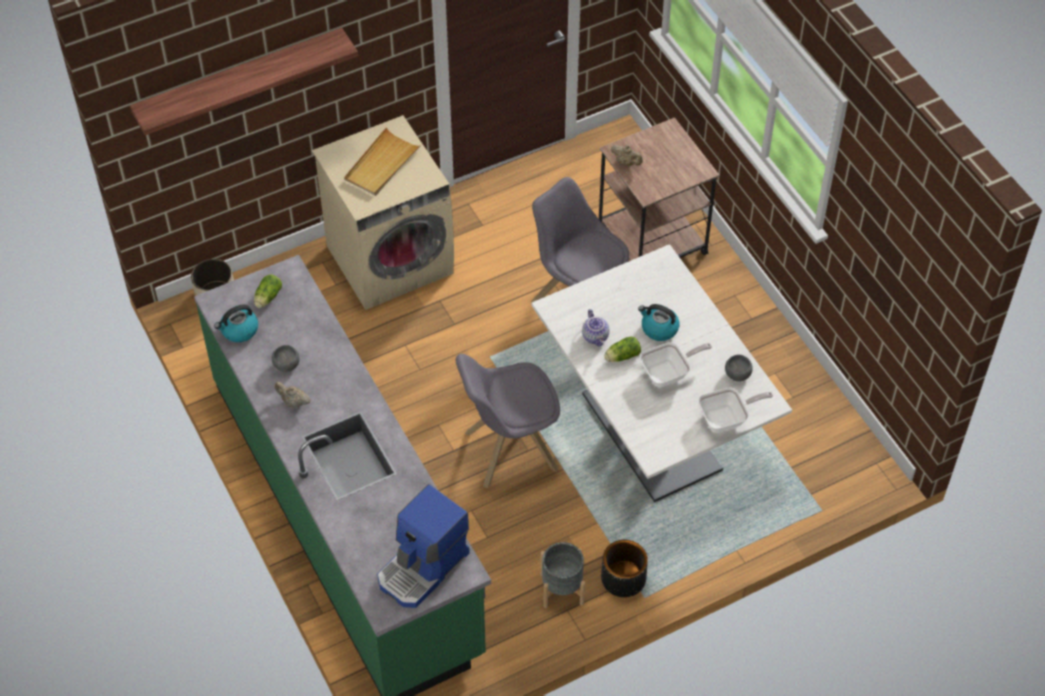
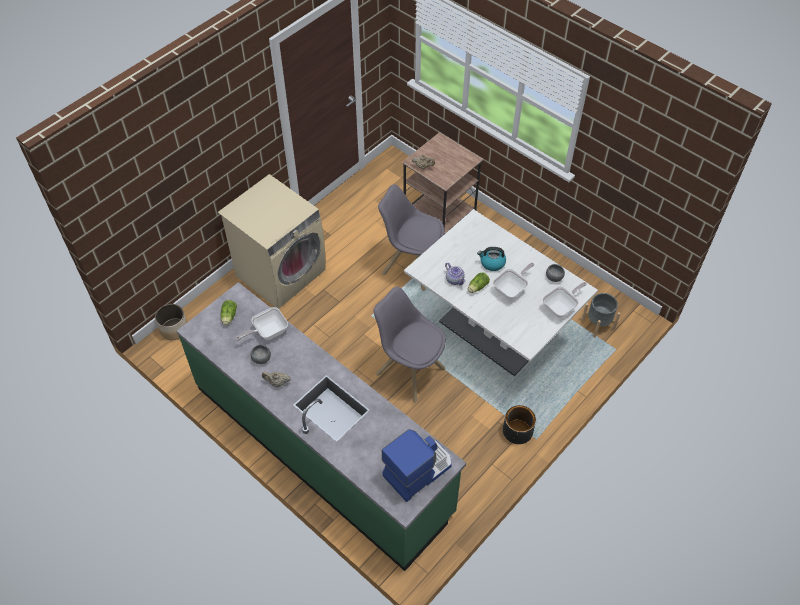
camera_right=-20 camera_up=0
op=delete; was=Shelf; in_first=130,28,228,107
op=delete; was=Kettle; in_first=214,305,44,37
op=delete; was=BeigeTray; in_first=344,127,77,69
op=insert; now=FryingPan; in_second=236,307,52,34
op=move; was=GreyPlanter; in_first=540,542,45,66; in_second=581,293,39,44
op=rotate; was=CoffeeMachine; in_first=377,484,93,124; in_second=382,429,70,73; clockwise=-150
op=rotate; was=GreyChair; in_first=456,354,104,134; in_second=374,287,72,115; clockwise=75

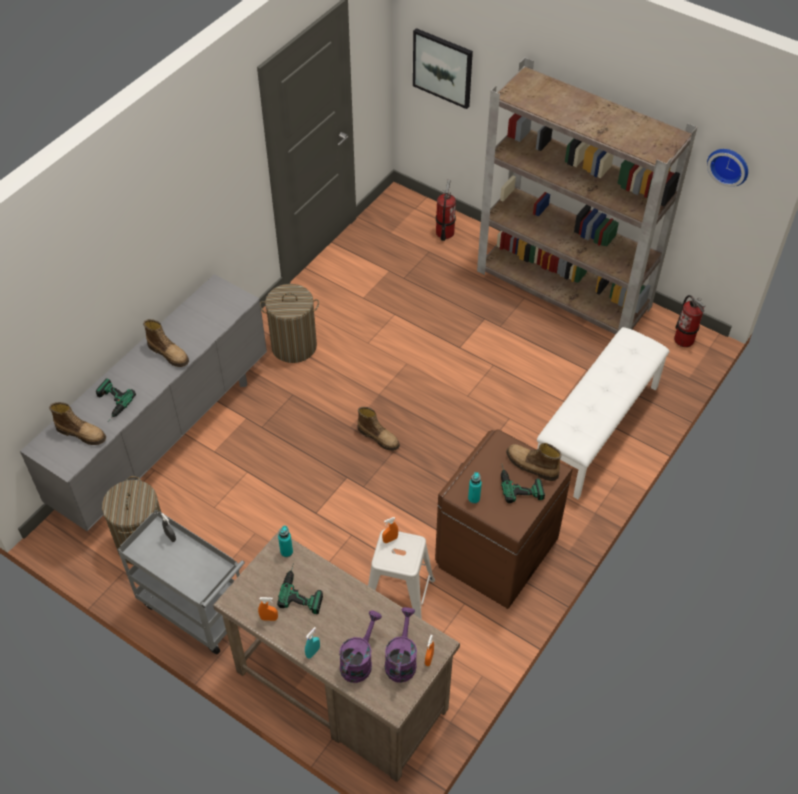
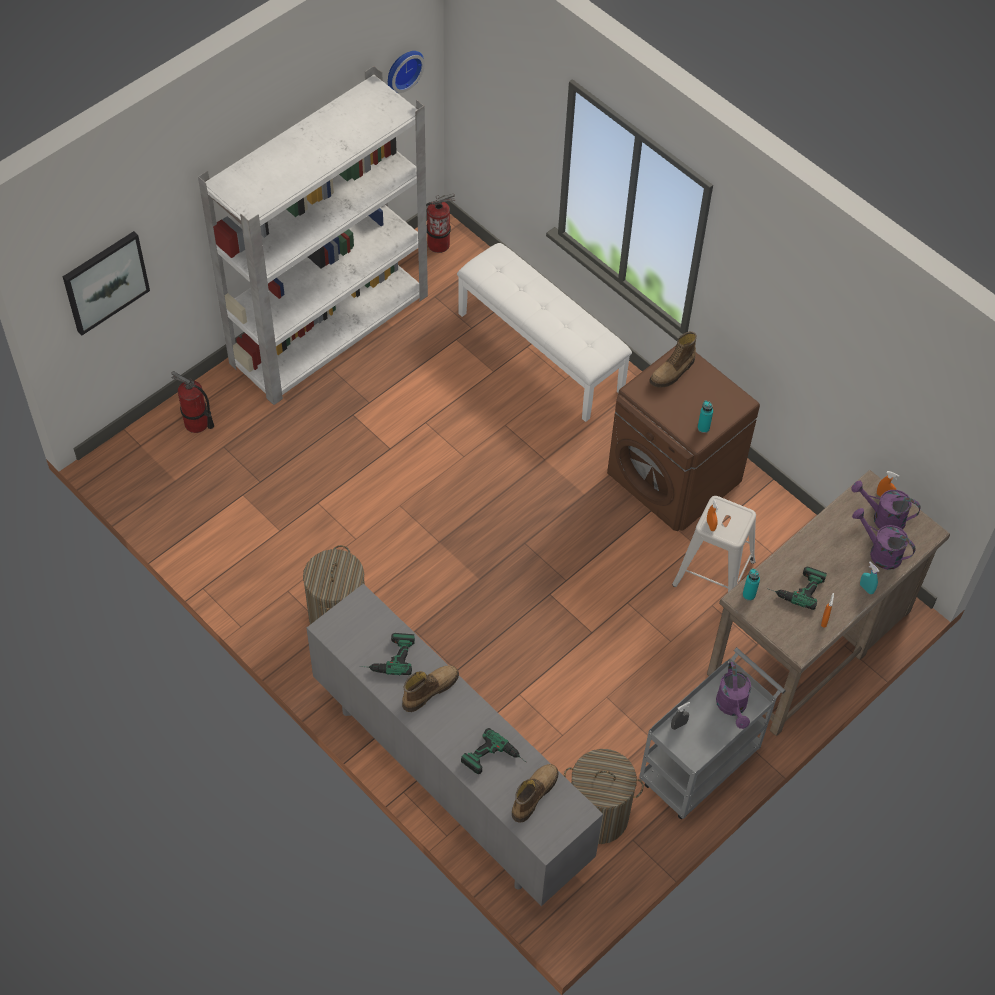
camera_right=-80 camera_up=5
op=delete; was=Boot; in_first=358,407,42,44
op=insert; now=PurpleWateringCan; in_second=716,662,35,67
op=move; was=PowerDrill; in_first=501,465,44,38; in_second=360,633,55,43
op=recolor; was=BrownBookcase; now=WhiteBookcase; in_first=477,58,220,277; in_second=198,66,230,339

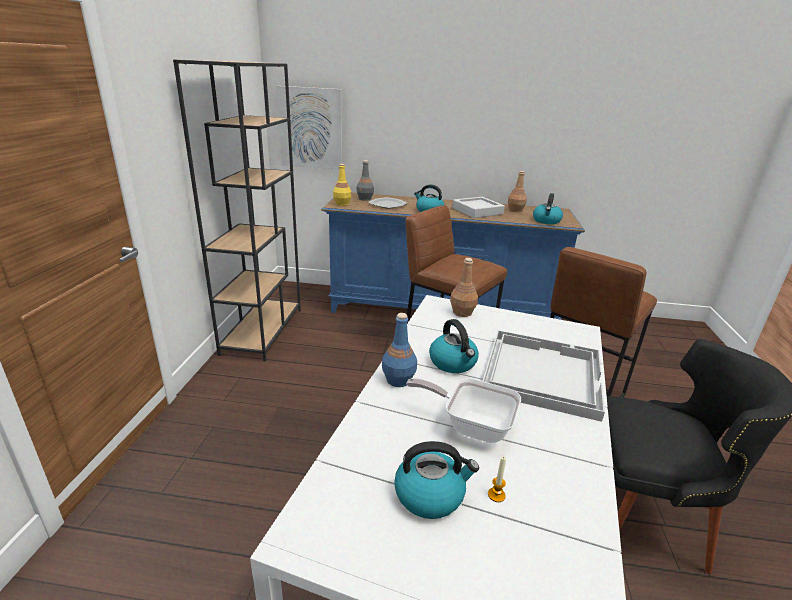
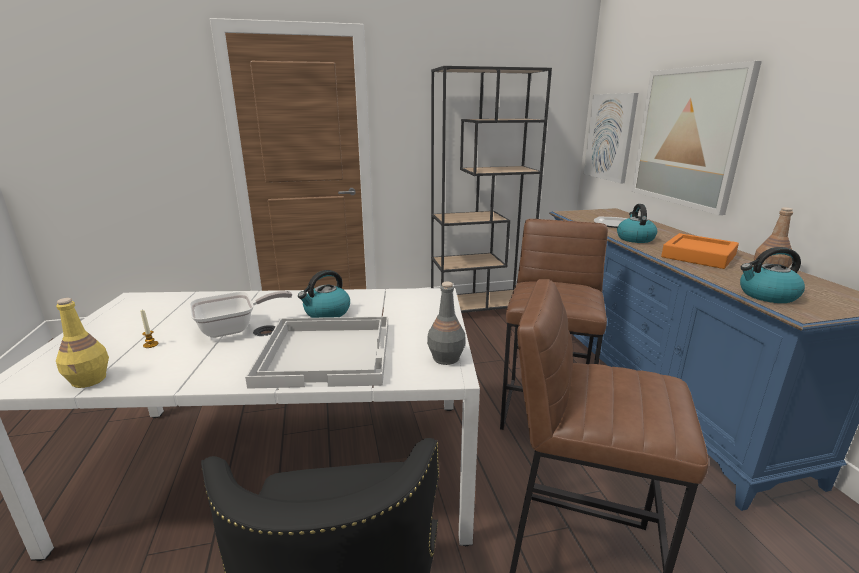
camera_right=70 camera_up=-5
op=delete; was=BlueBottle; in_first=382,313,35,74
op=delete; was=Kettle; in_first=394,441,85,78
op=delete; was=BrownBottle; in_first=450,258,28,59
op=insert; now=Picture; in_second=632,61,130,154
op=move; was=YellowBottle; in_first=333,164,19,42; in_second=56,298,53,90
op=move; was=GreyBottle; in_first=356,160,18,41; in_second=427,282,38,83
op=recolor; was=GreyTray; now=OrangeTray; in_first=452,197,53,21; in_second=661,233,78,36
op=rotate; was=FryingPan; in_first=406,378,115,65; in_second=190,291,102,47; clockwise=60

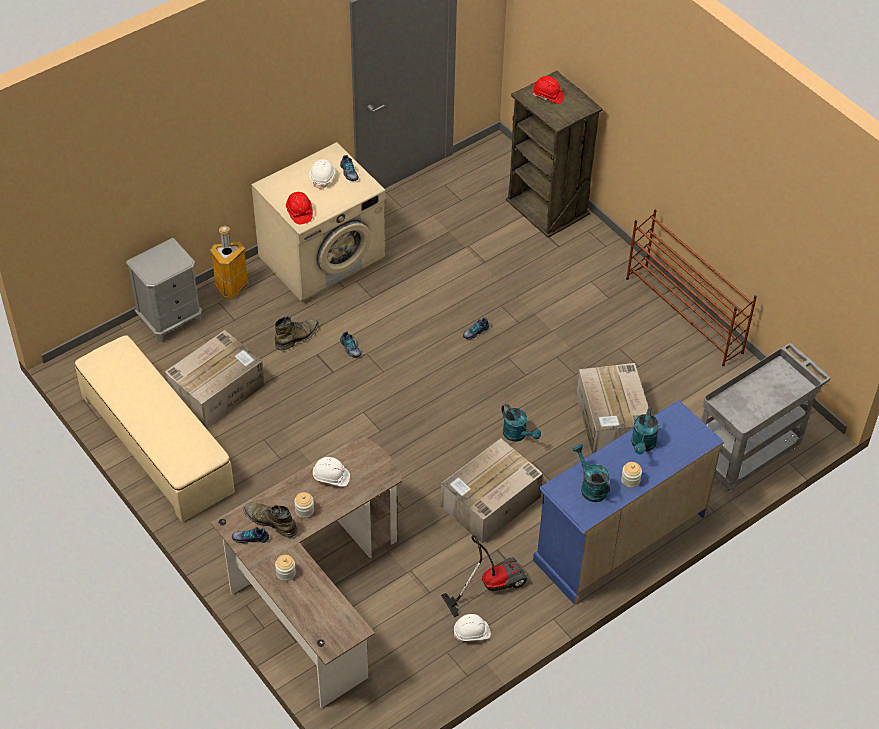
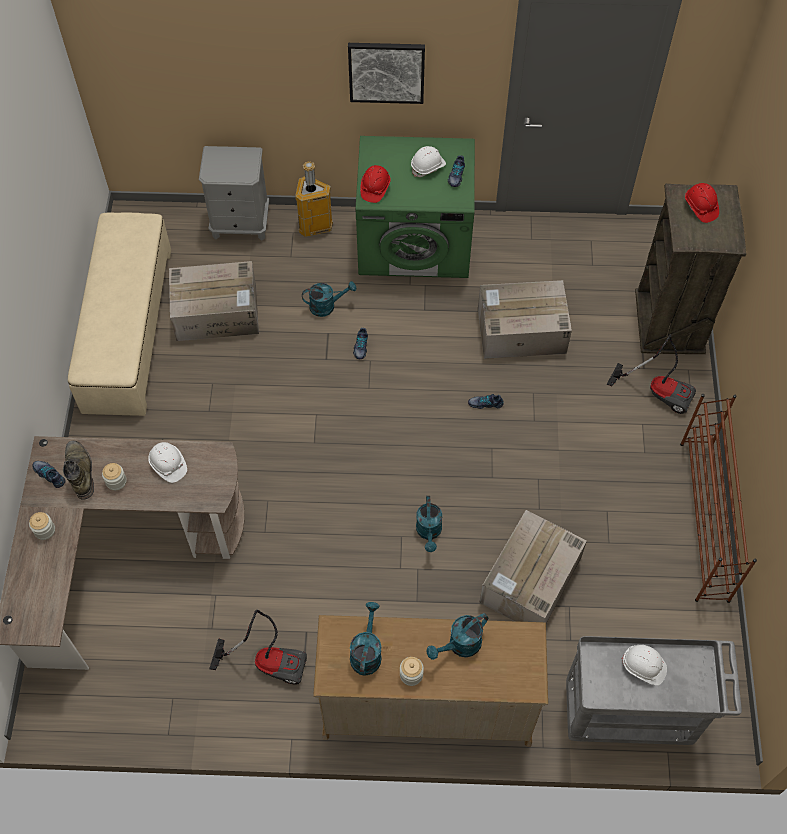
camera_right=40 camera_up=10
op=insert; now=Picture; in_second=348,43,77,61
op=insert; now=VacuumCleaner; in_second=607,334,89,80
op=move; was=CardboardBox; in_first=441,438,102,105; in_second=478,280,94,79
op=move; was=WhiteHardHat; in_first=454,614,37,27; in_second=622,645,45,40
op=replace; was=GreenBoot; now=TurquoiseWateringCan; in_first=275,316,44,34; in_second=302,281,54,36
op=recolor; was=BeigeWashingMachine; now=GreenWashingMachine; in_first=252,142,133,160; in_second=356,136,119,142
op=recolor; was=BlueCabinet; now=BrownCabinet; in_first=533,400,191,204; in_second=313,615,235,132

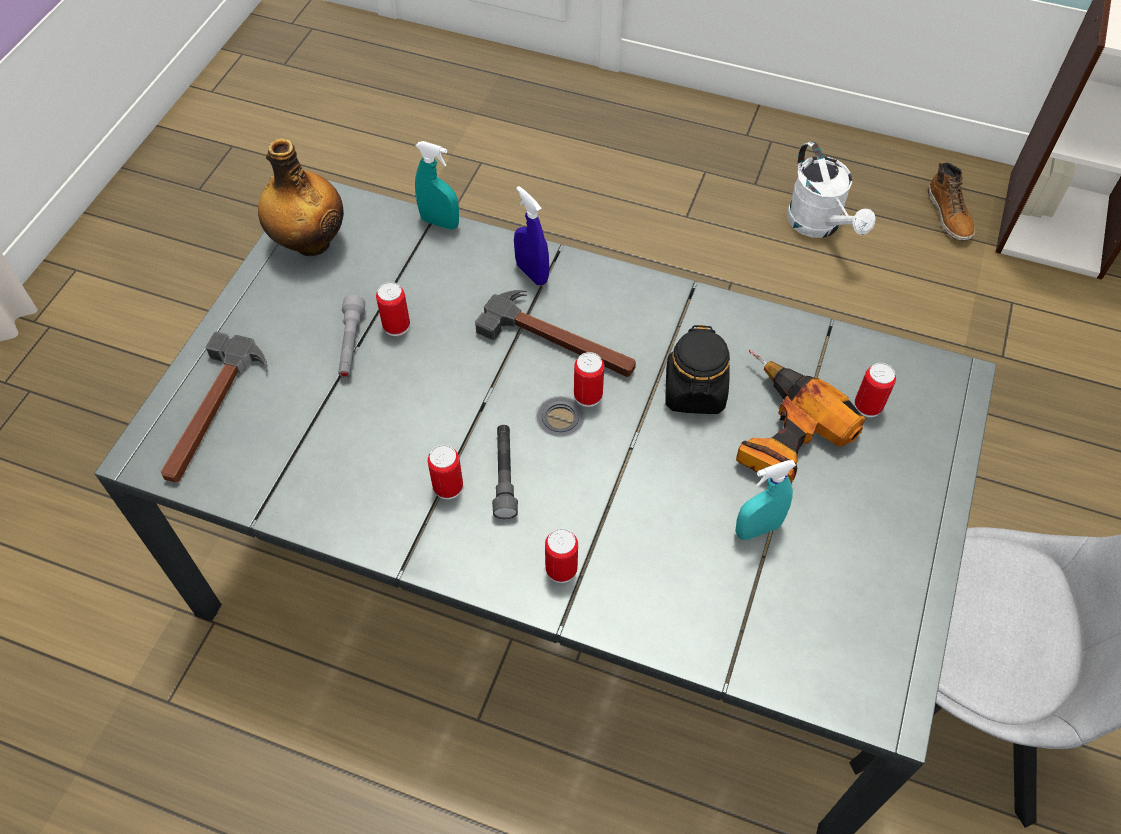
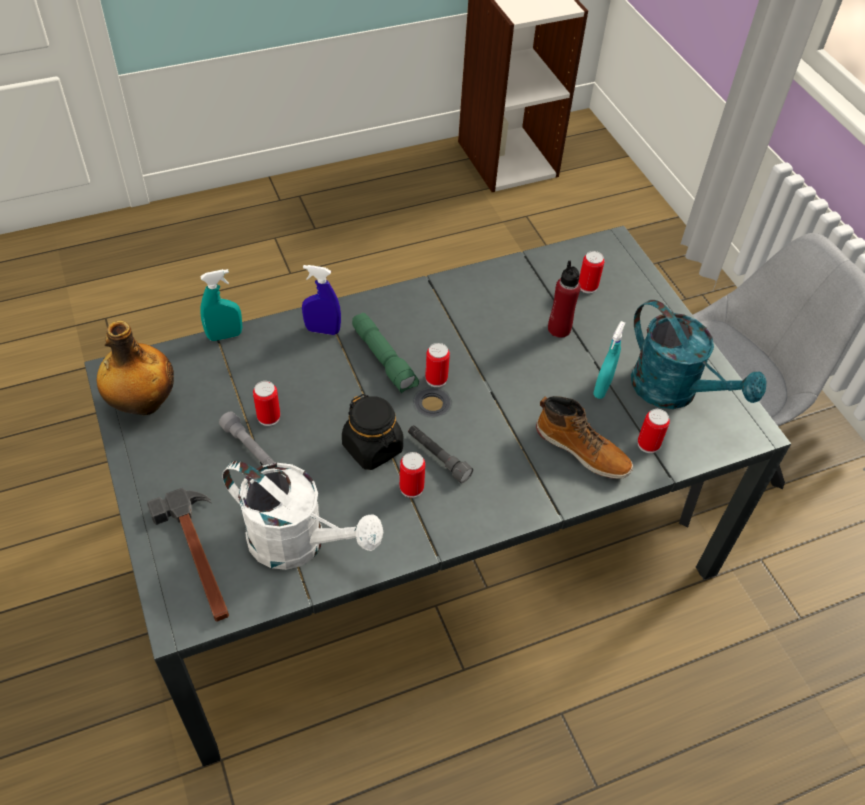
camera_right=-45 camera_up=-5
op=insert; now=TurquoiseWateringCan; in_second=631,300,135,109
op=move; was=Can; in_first=545,529,33,54; in_second=638,409,32,44
op=move; was=BlackJar; in_first=665,325,65,89; in_second=342,394,61,76
op=move; was=WhiteWateringCan; in_first=787,142,89,96; in_second=222,461,161,109
op=move; was=Boot; in_first=928,162,47,78; in_second=536,396,97,83
op=replace; was=Hammer; now=GreenFlashlight; in_first=475,290,161,87; in_second=352,313,67,80
op=replace; was=PowerDrill; now=RedBottle; in_first=736,350,129,134; in_second=548,261,33,77

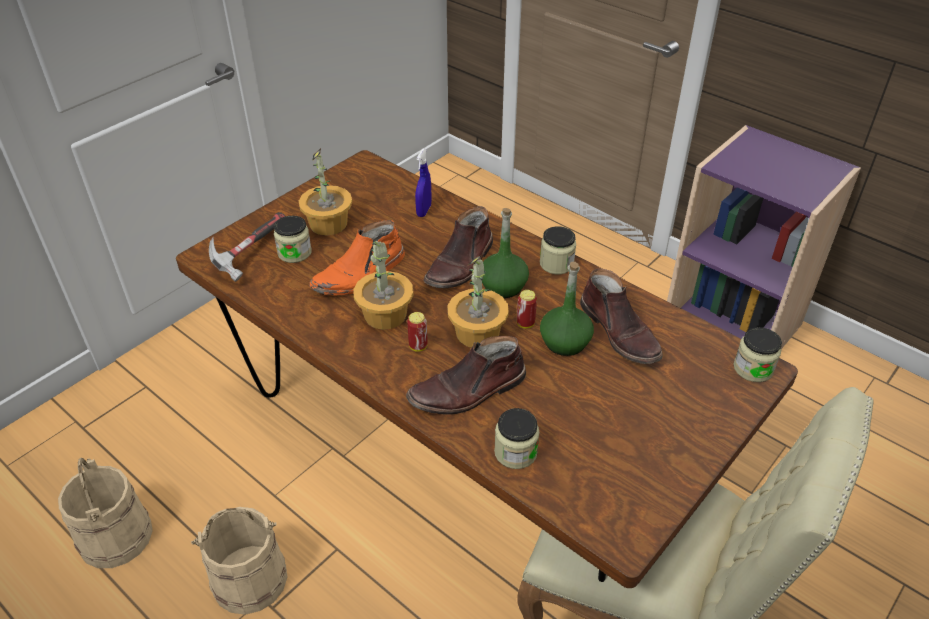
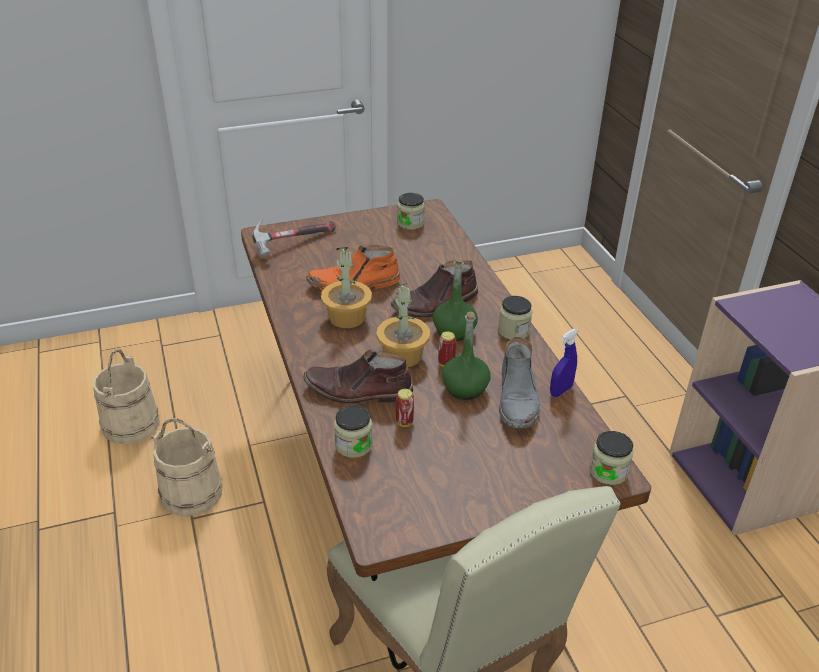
camera_right=30 camera_up=-5
op=delete; was=PottedPlant; in_first=299,148,53,88
op=move; was=Jar; in_first=274,216,38,47; in_second=397,193,28,37
op=move; was=Can; in_first=407,312,21,40; in_second=396,389,18,38
op=move; was=BlueSprayBottle; in_first=415,149,17,68; in_second=550,329,28,68
op=recolor; was=BrownBoot; now=GreyBoot; in_first=580,269,83,95; in_second=499,336,41,93

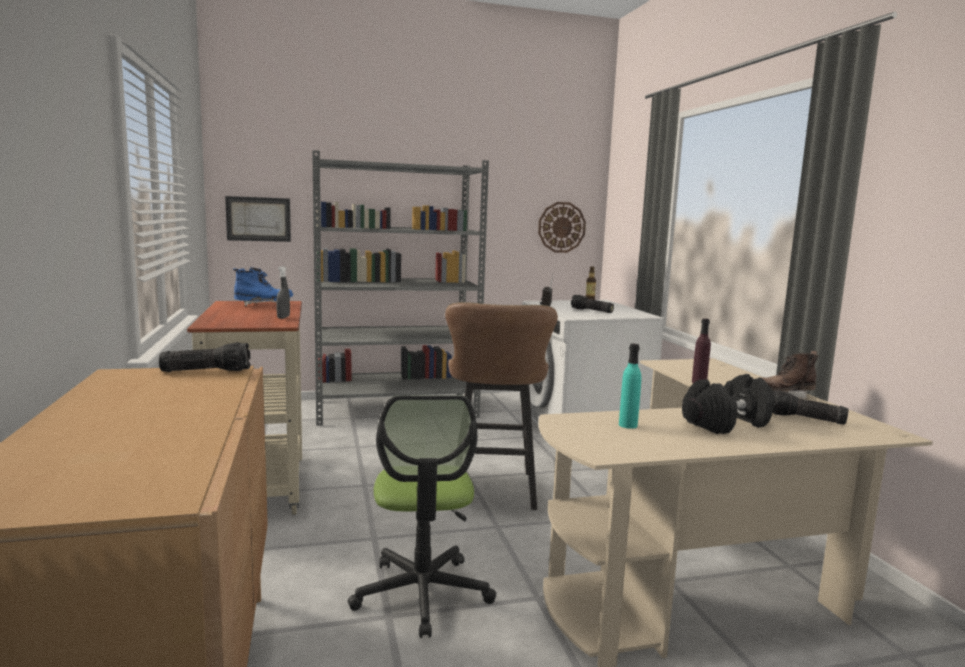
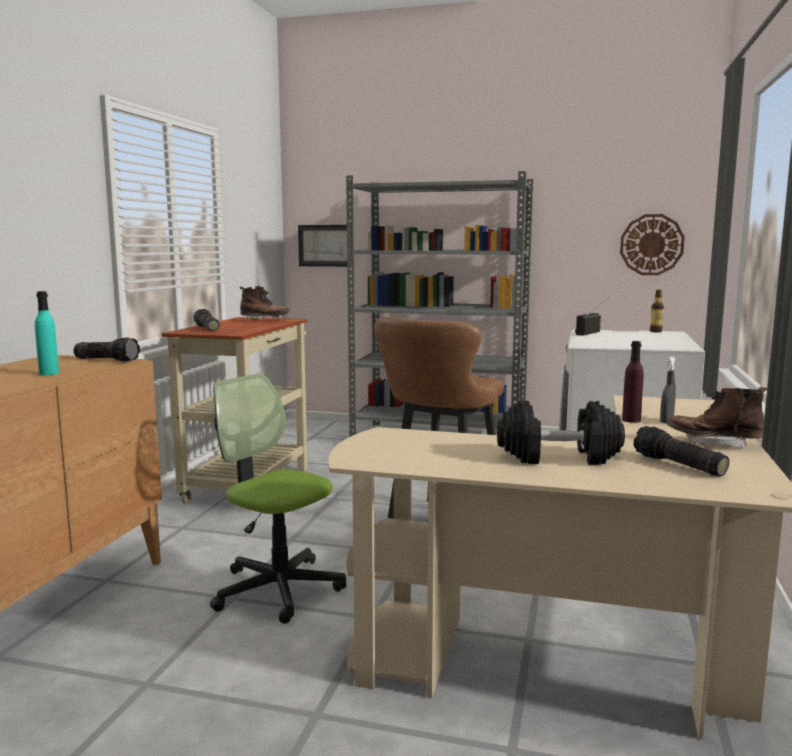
camera_right=30 camera_up=0
op=move; was=GreySprayBottle; in_first=276,266,14,53; in_second=660,356,16,67
op=move; was=Flashlight; in_first=571,295,43,18; in_second=193,309,27,22
op=move; was=TurquoiseBottle; in_first=619,344,22,85; in_second=35,291,24,84
op=recolor; was=BlueBoot; now=BrownBoot; in_first=233,267,60,39; in_second=240,286,51,35
op=rotate; was=OfficeChair; in_first=347,395,149,243; in_second=210,374,136,250; clockwise=105

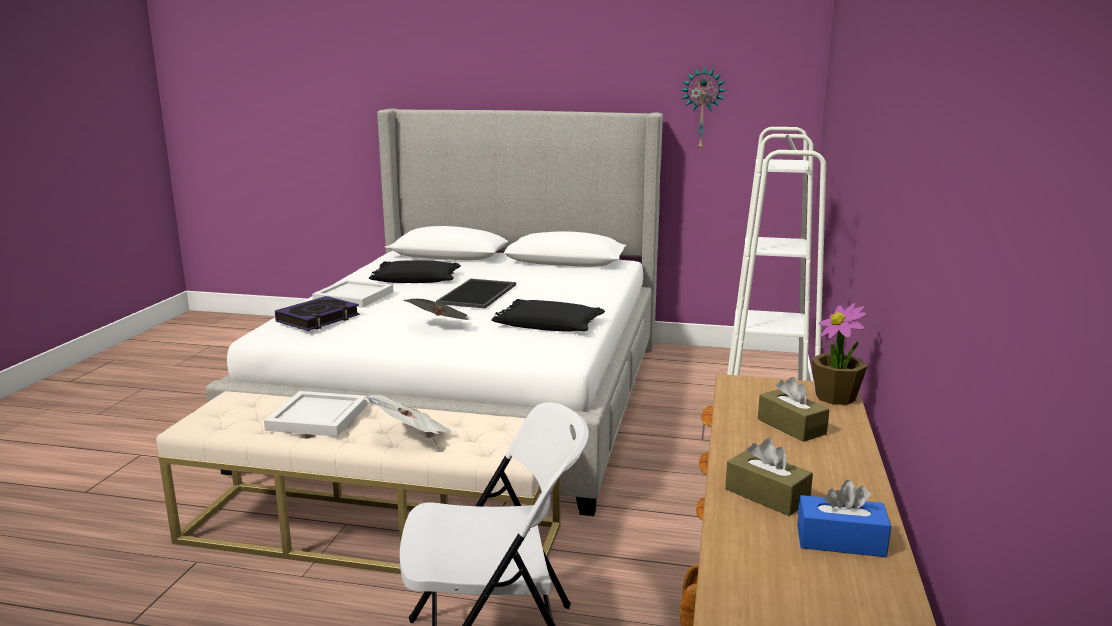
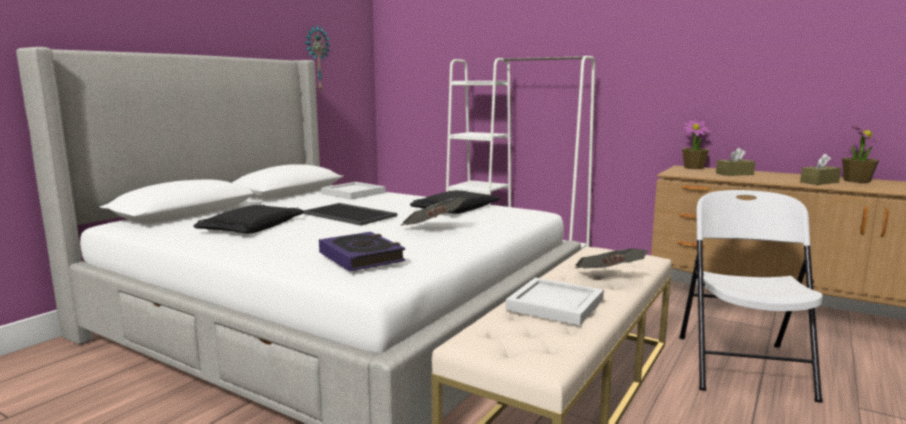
camera_right=-70 camera_up=-5
op=move; was=WhiteTray; in_first=312,280,81,28; in_second=321,182,65,18
op=replace; was=BlueTissueBox; now=PottedPlant; in_first=797,480,94,77; in_second=842,126,37,57

